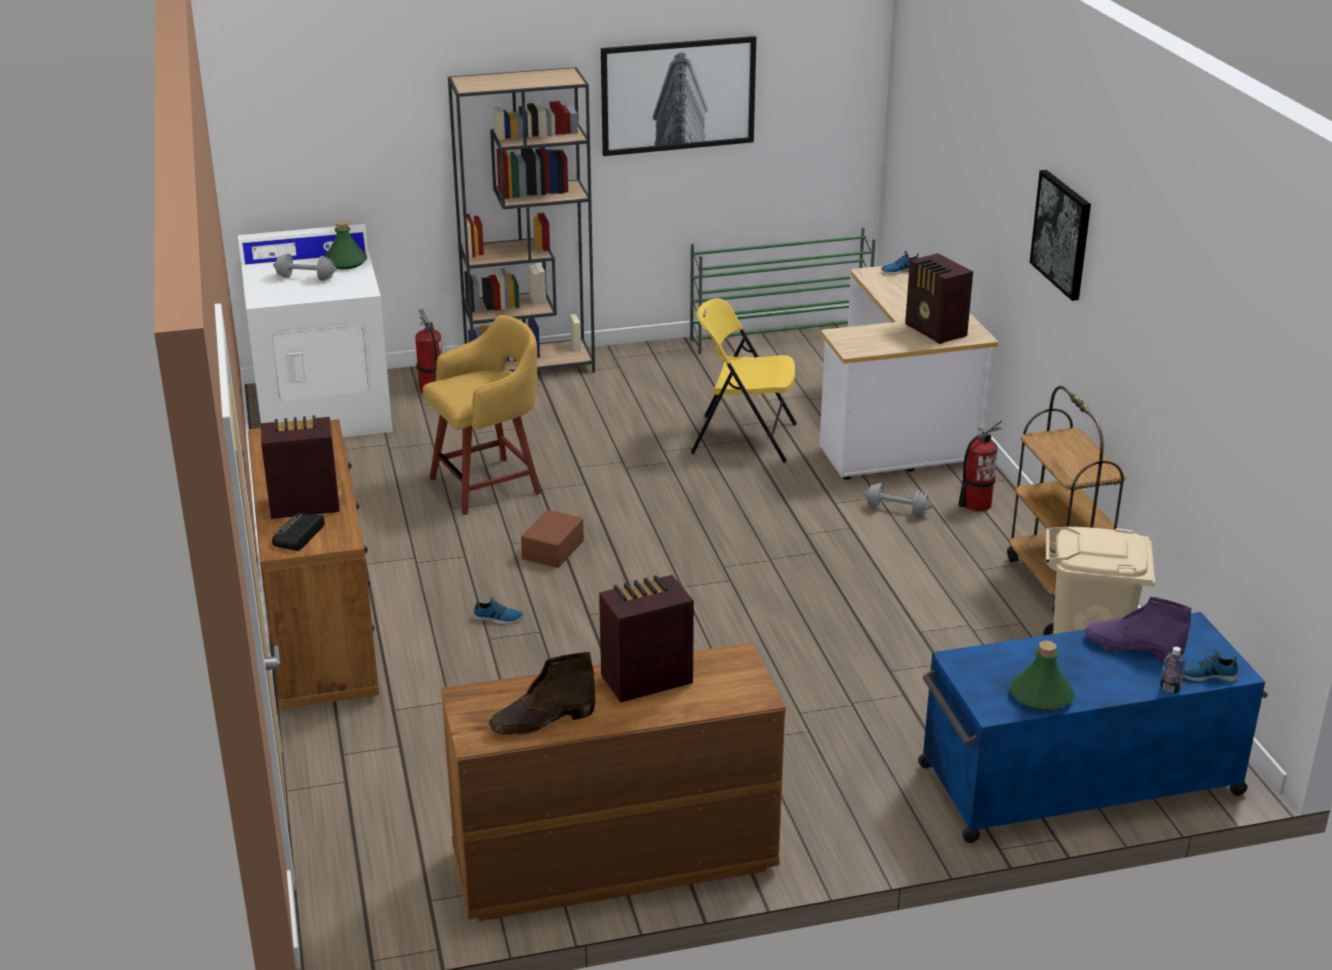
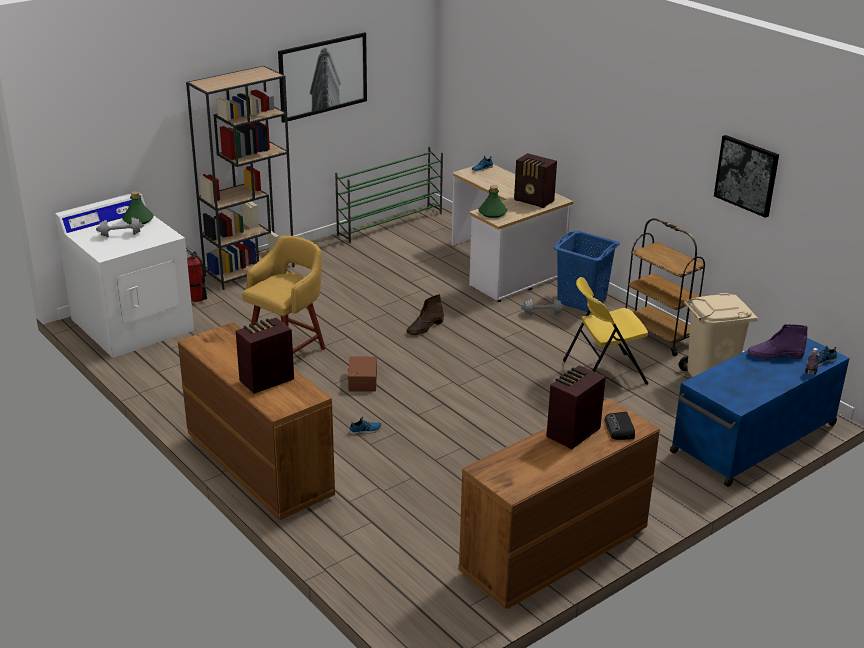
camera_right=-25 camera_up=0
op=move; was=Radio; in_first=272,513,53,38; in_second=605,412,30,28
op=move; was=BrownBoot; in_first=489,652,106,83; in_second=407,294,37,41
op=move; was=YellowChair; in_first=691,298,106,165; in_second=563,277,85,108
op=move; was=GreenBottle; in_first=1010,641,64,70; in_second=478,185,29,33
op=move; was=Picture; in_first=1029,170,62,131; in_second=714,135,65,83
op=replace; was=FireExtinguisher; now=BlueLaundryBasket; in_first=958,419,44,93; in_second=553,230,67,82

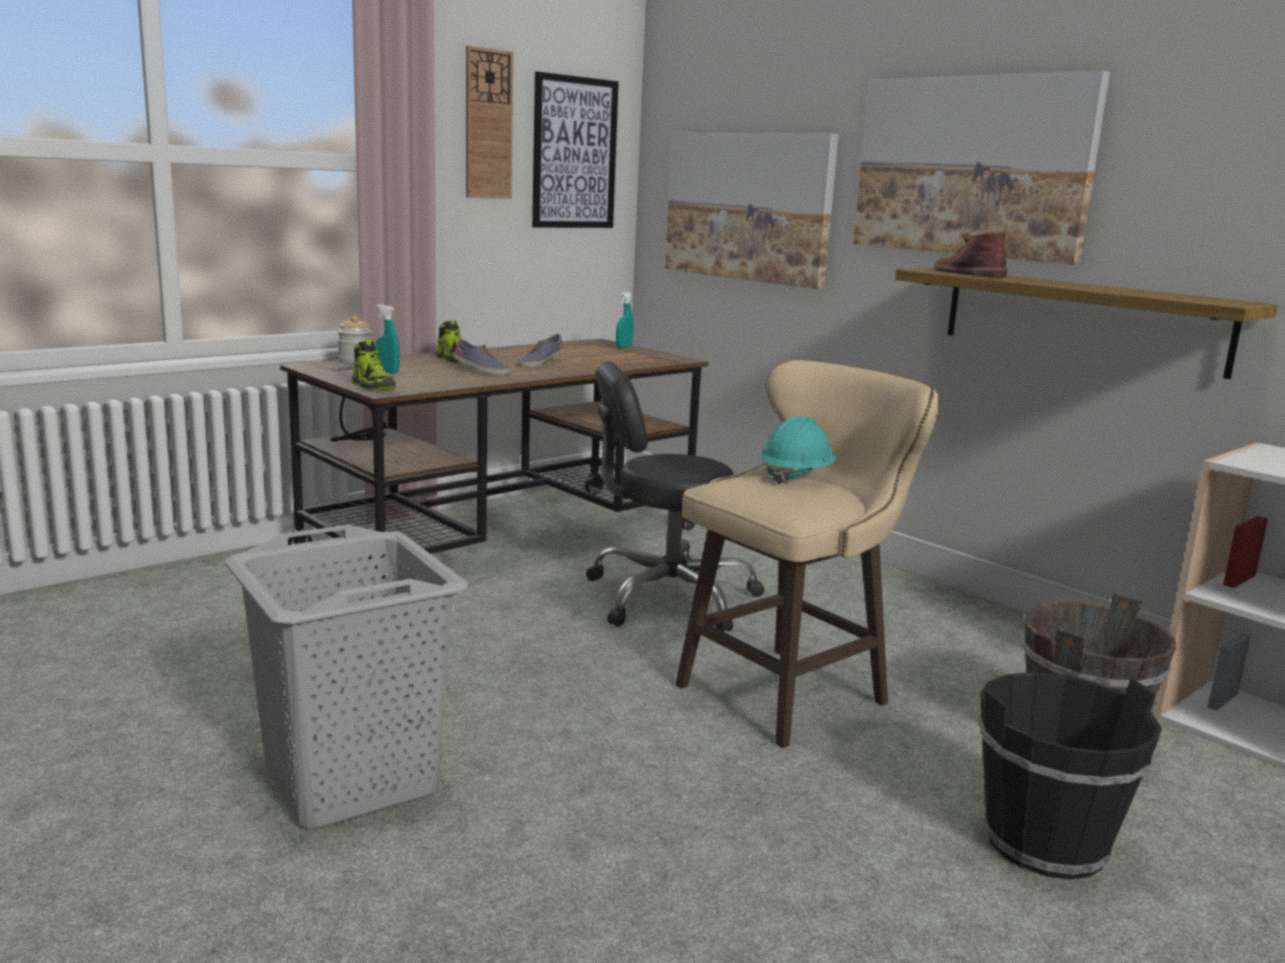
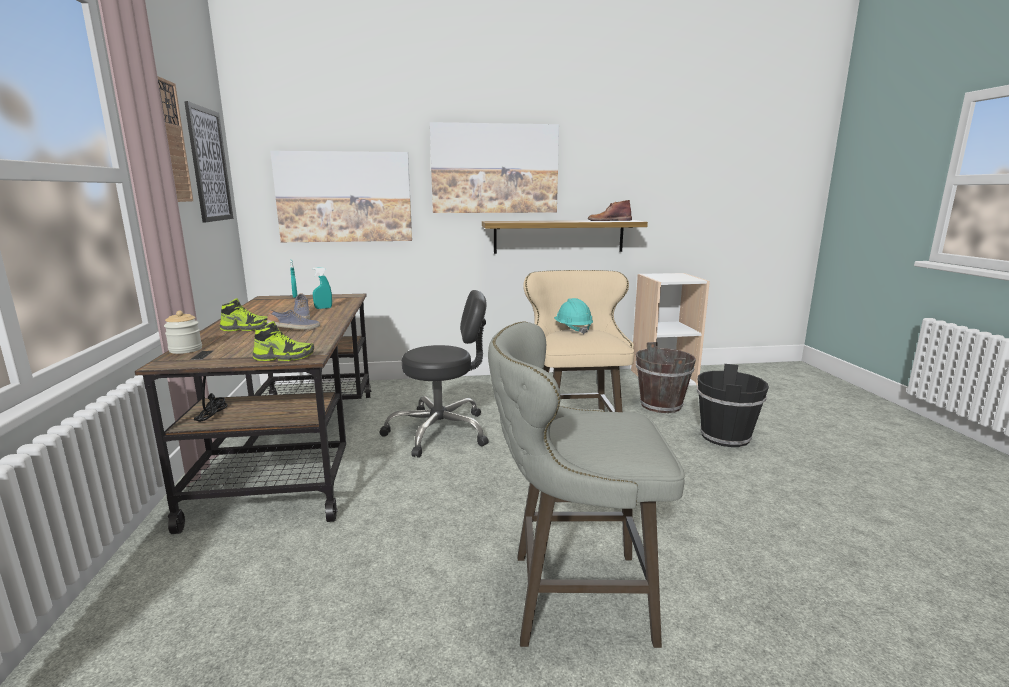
camera_right=-55 camera_up=0
op=move; was=TurquoiseSprayBottle; in_first=375,305,25,69; in_second=312,267,20,42
op=move; was=BrownBoot; in_first=934,233,73,44; in_second=588,200,44,21
op=replace; was=GreyLaundryBasket; now=GreyStool; in_first=225,525,243,304; in_second=488,321,197,327
op=rotate; was=BlackOfficeChair; in_first=586,362,179,270; in_second=379,290,110,168; clockwise=-120

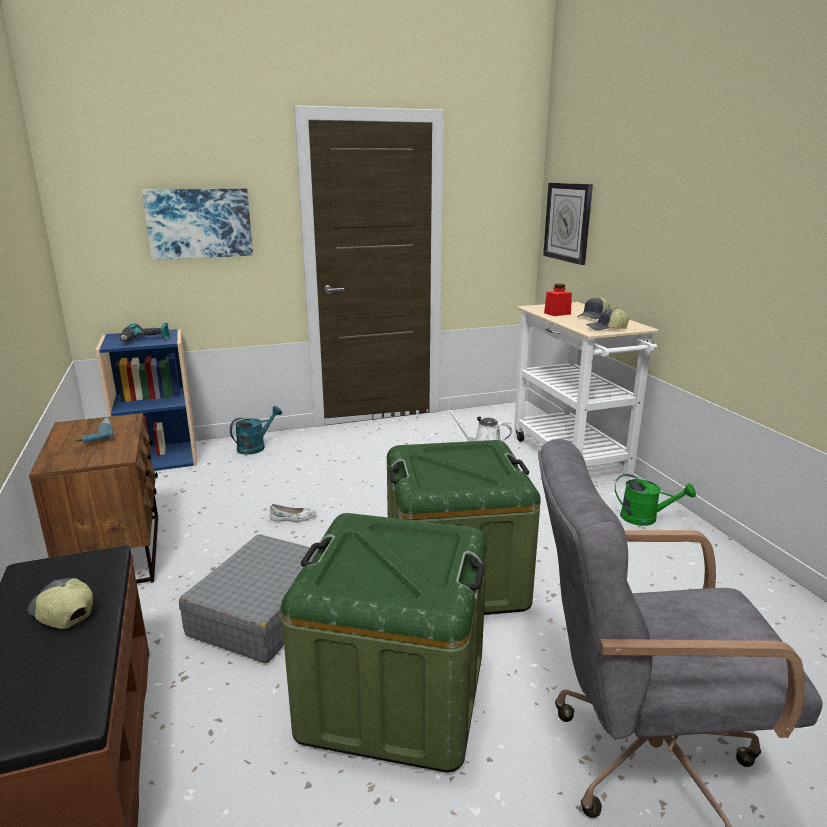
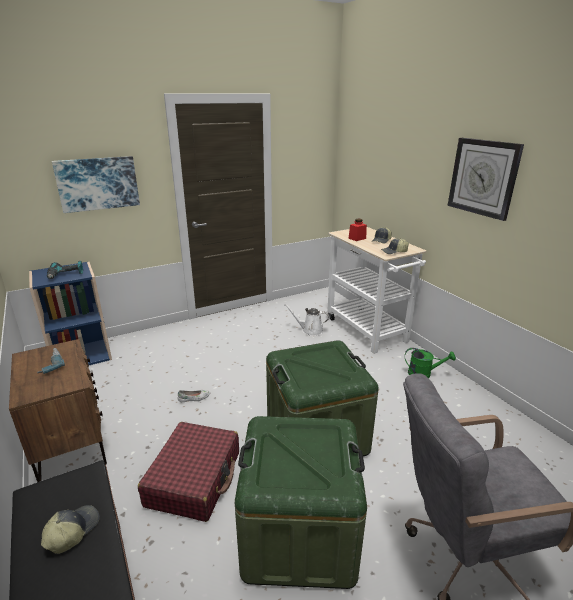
camera_right=-10 camera_up=5
op=delete; was=TurquoiseWateringCan; in_first=230,406,52,49
op=move; was=WallClock; in_first=543,183,50,82; in_second=447,138,77,83
op=recolor; was=GreySuitcase; now=RedSuitcase; in_first=179,535,139,128; in_second=138,422,101,100
op=rotate; was=Cap; in_first=28,578,65,51; in_second=41,505,59,49; clockwise=90

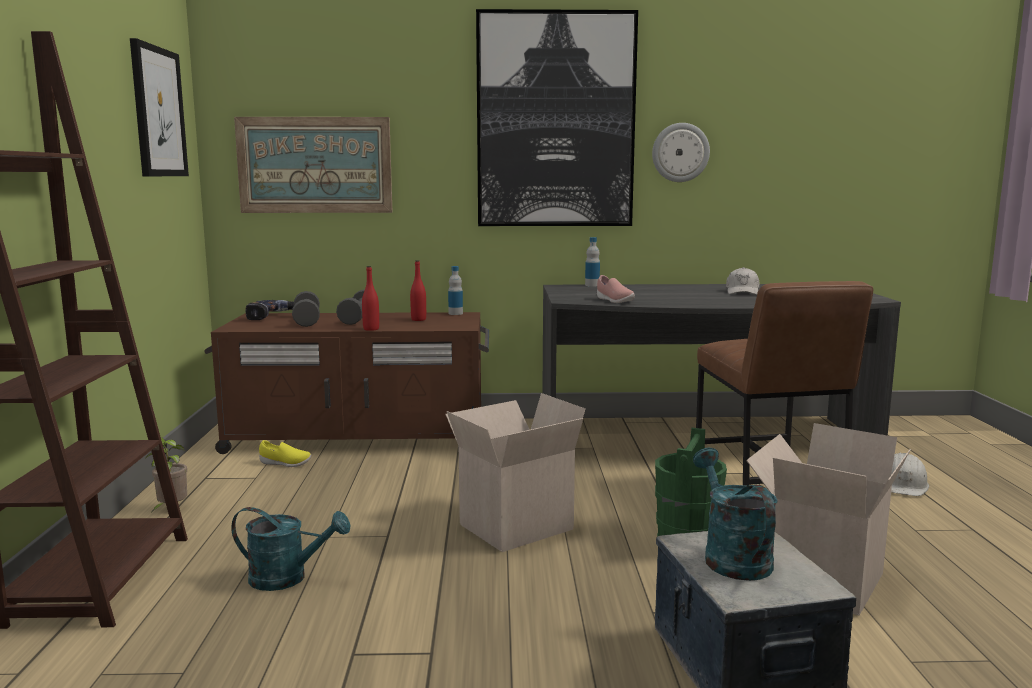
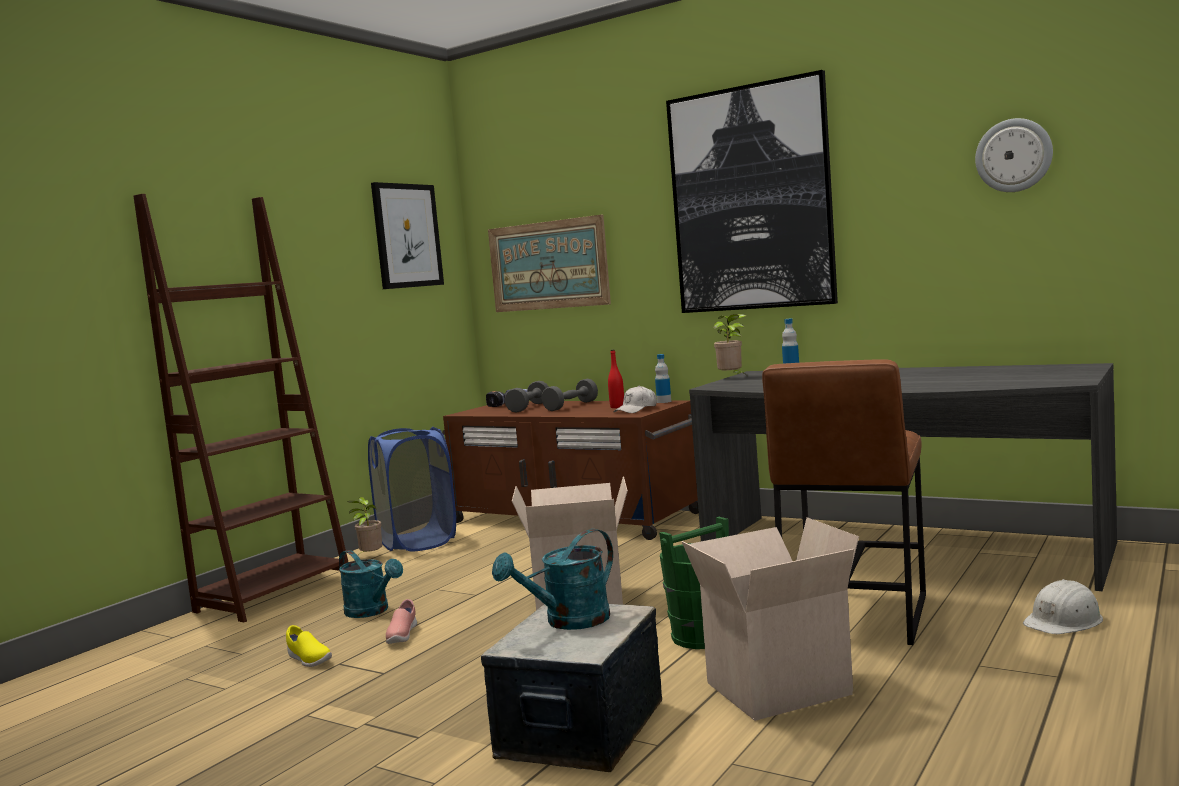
camera_right=35 camera_up=-5
op=delete; was=RedBottle; in_first=362,266,17,65
op=insert; now=BlueLaundryBasket; in_second=368,427,88,125
op=insert; now=PottedPlant; in_second=713,314,33,60
op=move; was=YellowShoe; in_first=259,440,52,27; in_second=286,625,46,42
op=move; was=PinkShoe; in_first=597,275,38,28; in_second=386,599,31,45
op=move; was=WallClock; in_first=652,123,58,59; in_second=975,118,78,74
op=move; was=WhiteCap; in_first=726,267,33,28; in_second=613,386,44,27
op=rotate; was=TurquoiseWateringCan; in_first=693,448,85,133; in_second=492,529,121,101; clockwise=-150

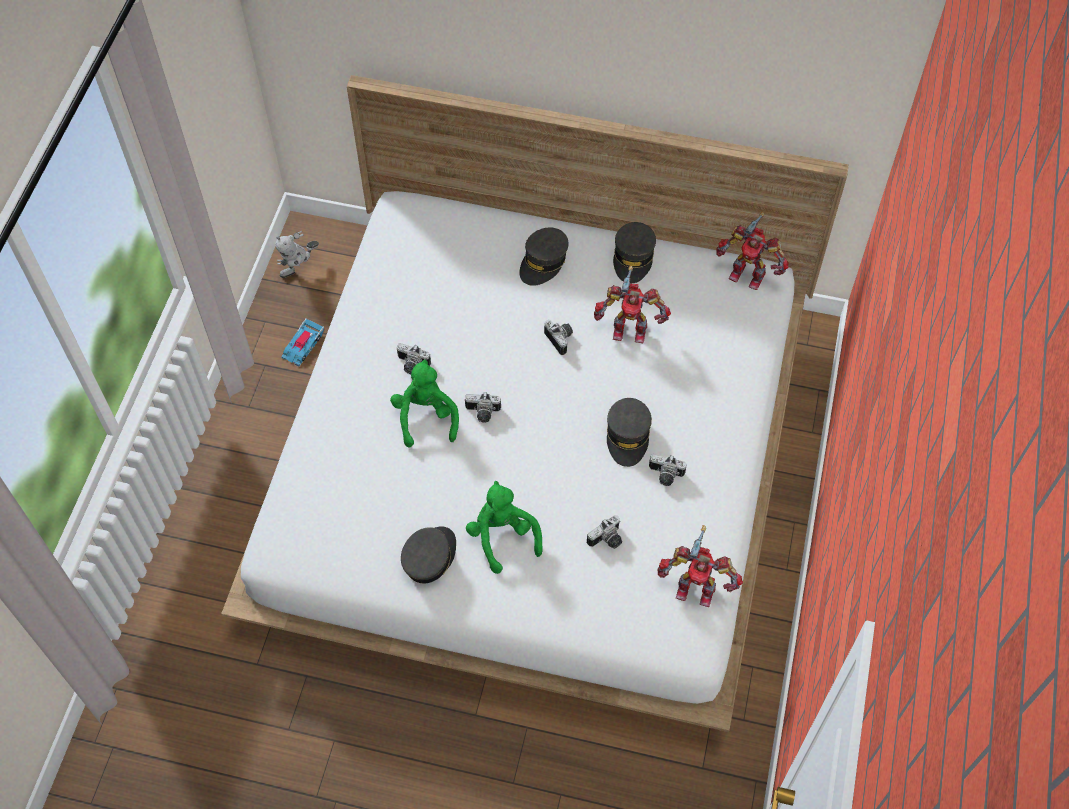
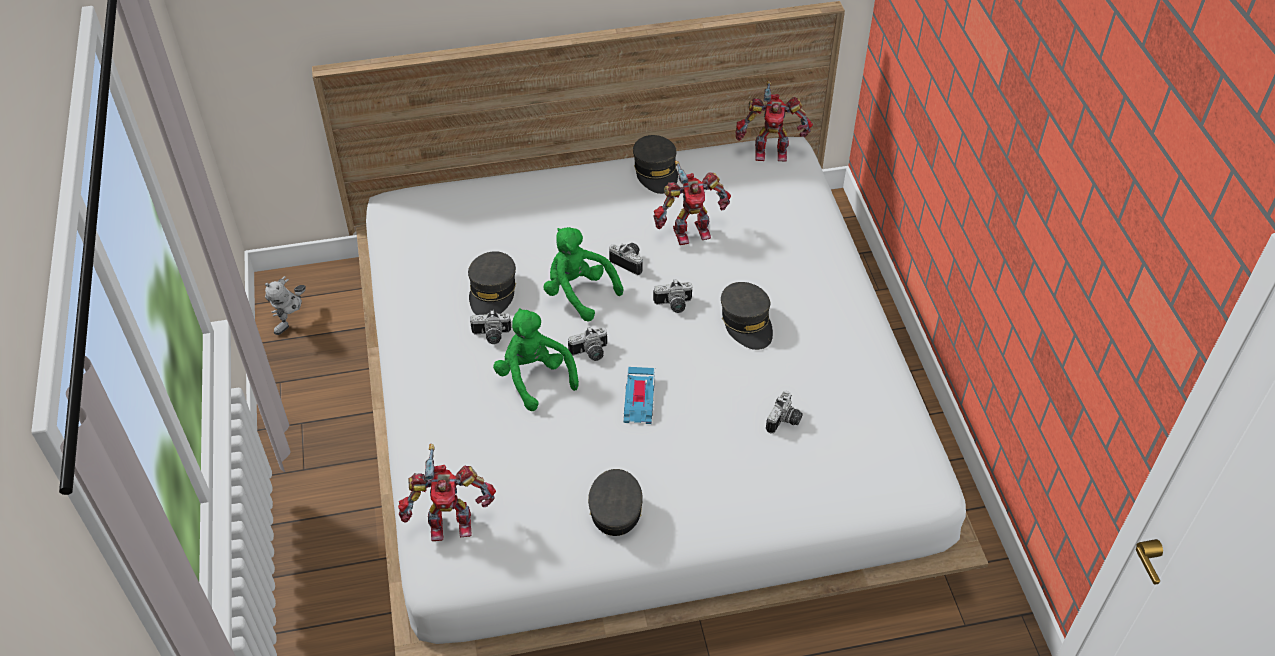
camera_right=-25 camera_up=-10
op=move; was=ToyCar; in_first=281,319,43,47; in_second=623,366,32,58
op=move; was=GreenPlushToy; in_first=466,481,77,93; in_second=543,227,80,95
op=move; was=GreyCap; in_first=519,228,50,58; in_second=468,251,48,64
op=move; was=PhotoCamera; in_first=649,454,38,32; in_second=653,279,39,34
op=move; was=ToyRobot; in_first=658,525,85,82; in_second=398,444,98,97

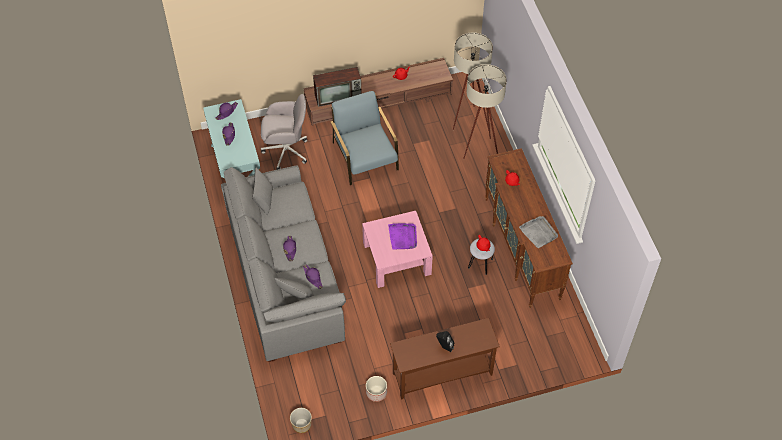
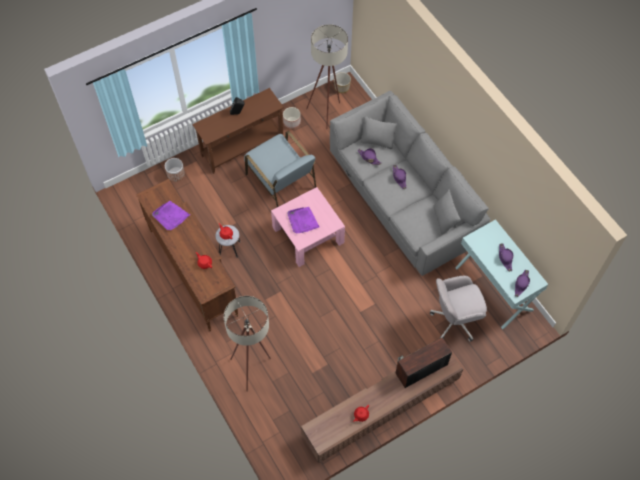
camera_right=165 camera_up=5
op=insert; now=Planter; in_second=165,158,20,24
op=move; was=BlueArmchair; in_first=331,91,68,94; in_second=244,131,72,76
op=move; was=BeigeFloorLamp; in_first=453,32,40,99; in_second=306,24,42,105
op=recolor; was=GreyTray; now=PurpleTray; in_first=519,216,39,32; in_second=152,201,38,29

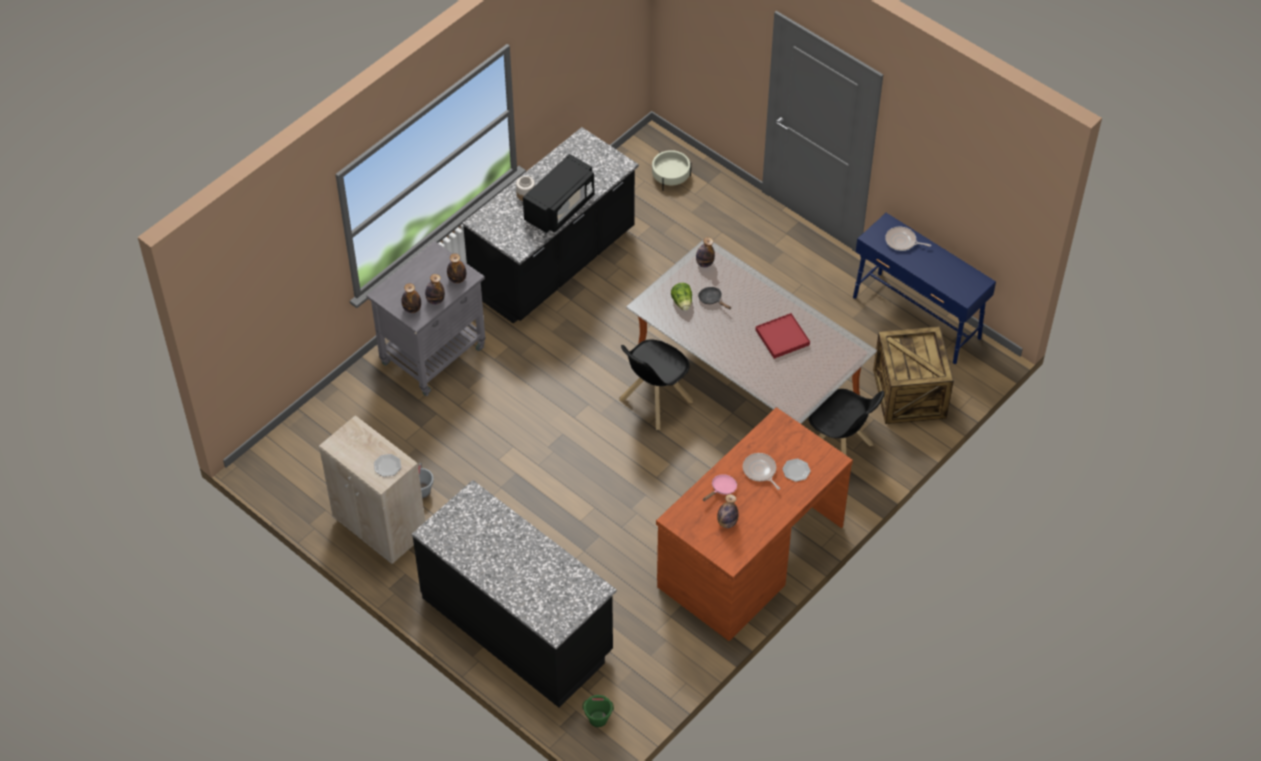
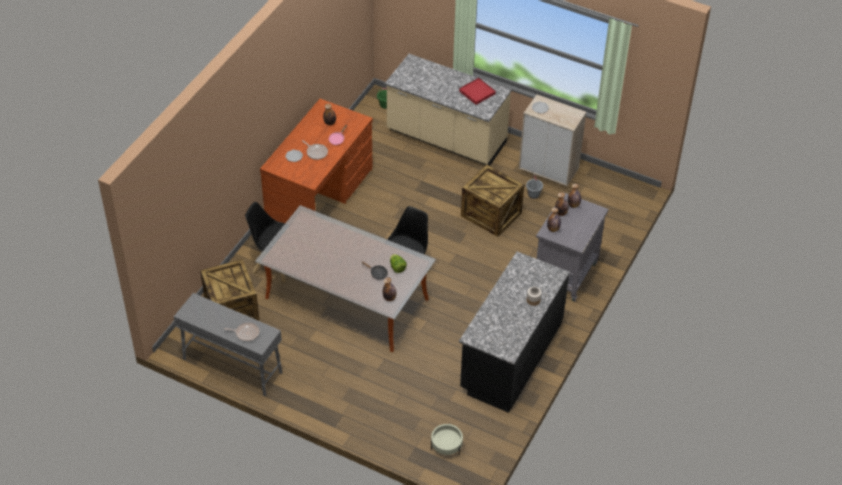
camera_right=165 camera_up=-5
op=delete; was=BlackMicrowave; in_first=523,154,71,79
op=insert; now=Crate; in_second=461,164,63,73
op=move; was=RedTray; in_first=756,313,54,46; in_second=459,78,37,27
op=recolor; was=BlackCounter; now=BeigeCounter; in_first=412,480,205,227; in_second=385,54,127,112
op=recolor; was=BlueConsoleTable; now=GreyConsoleTable; in_first=853,213,143,151; in_second=174,293,108,103

